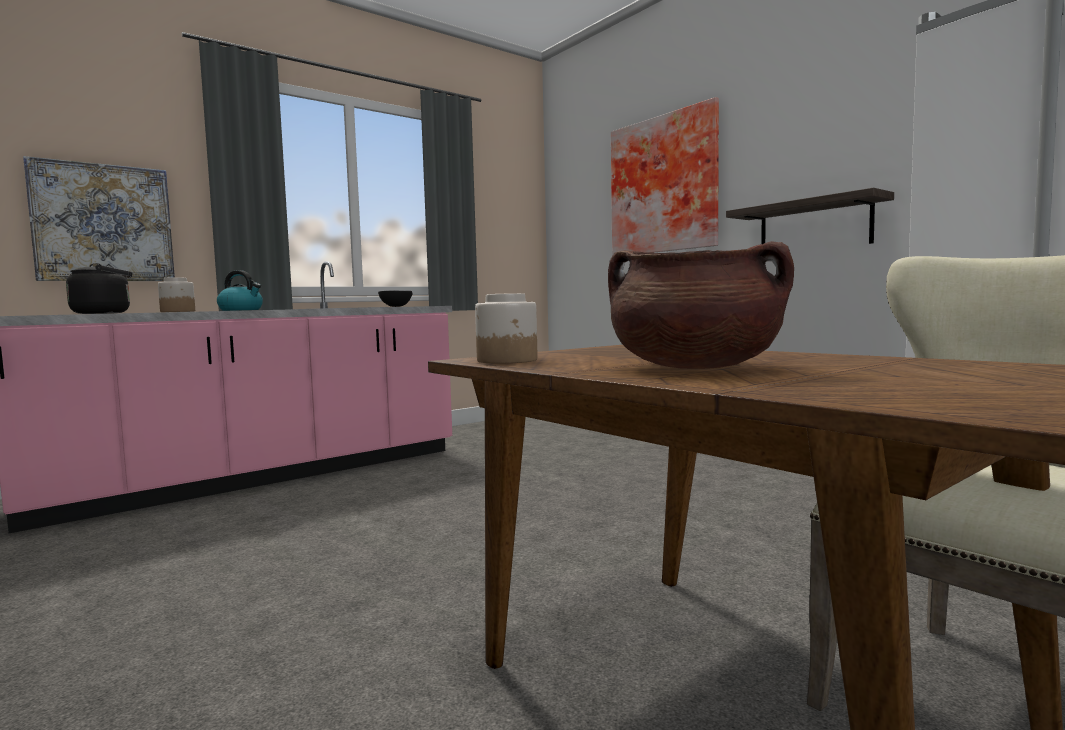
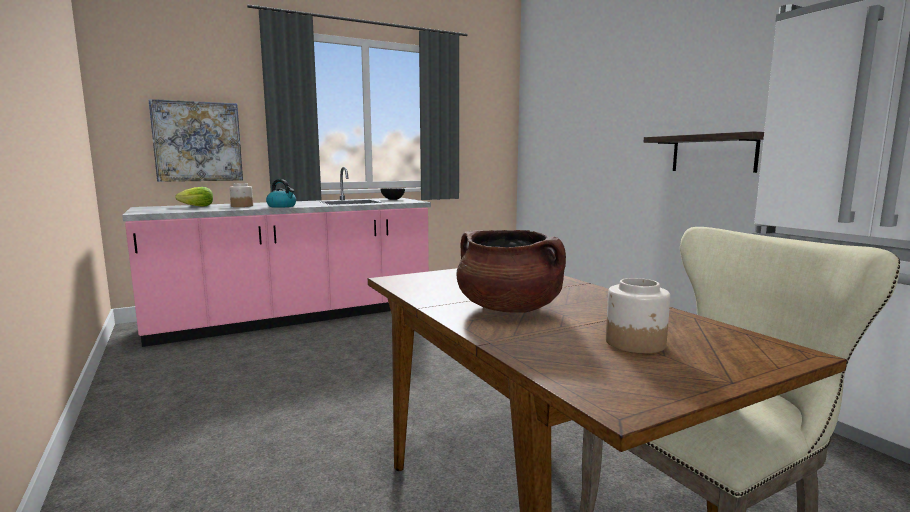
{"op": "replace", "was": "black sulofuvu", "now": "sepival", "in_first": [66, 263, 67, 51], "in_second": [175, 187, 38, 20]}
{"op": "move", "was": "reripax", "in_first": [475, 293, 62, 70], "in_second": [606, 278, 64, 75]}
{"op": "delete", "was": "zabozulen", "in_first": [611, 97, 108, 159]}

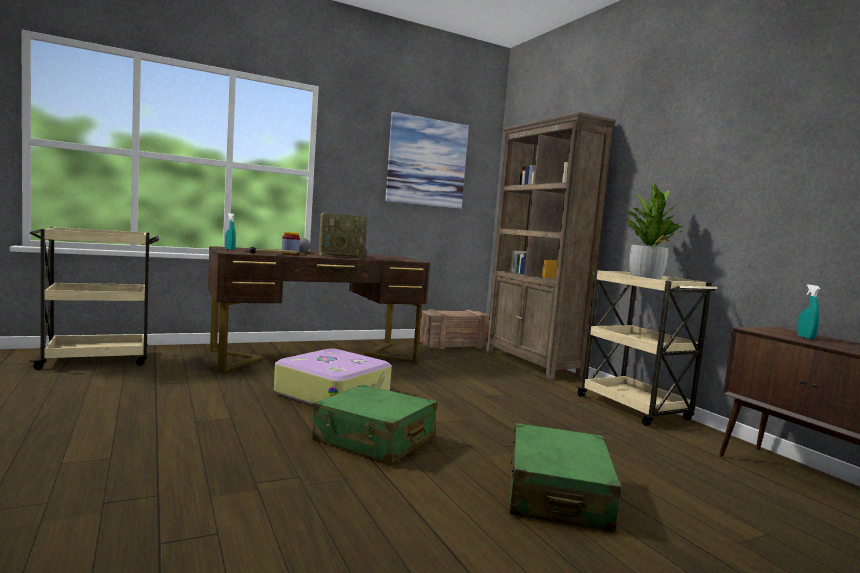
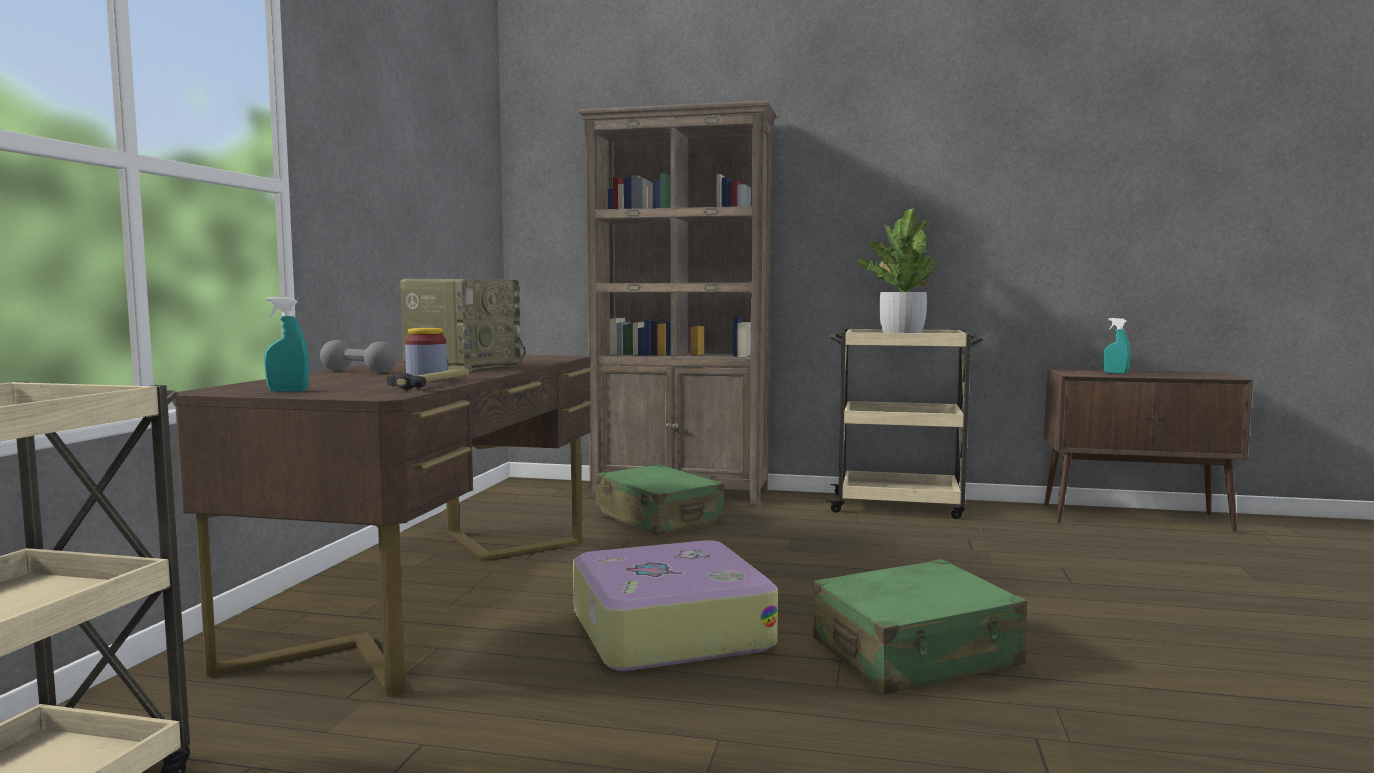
{"op": "delete", "was": "zabozulen", "in_first": [385, 112, 84, 97]}
{"op": "delete", "was": "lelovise", "in_first": [419, 309, 70, 40]}
{"op": "move", "was": "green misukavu", "in_first": [509, 423, 113, 110], "in_second": [595, 464, 129, 71]}

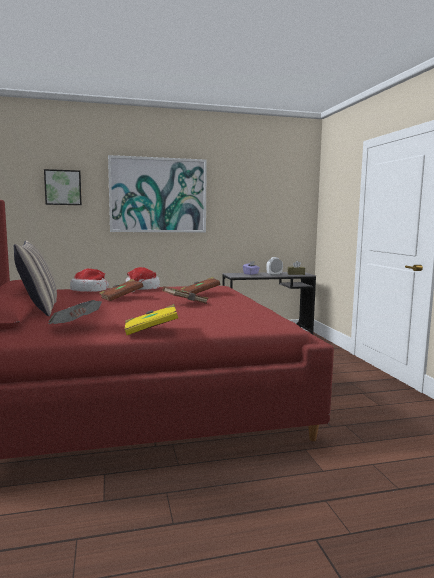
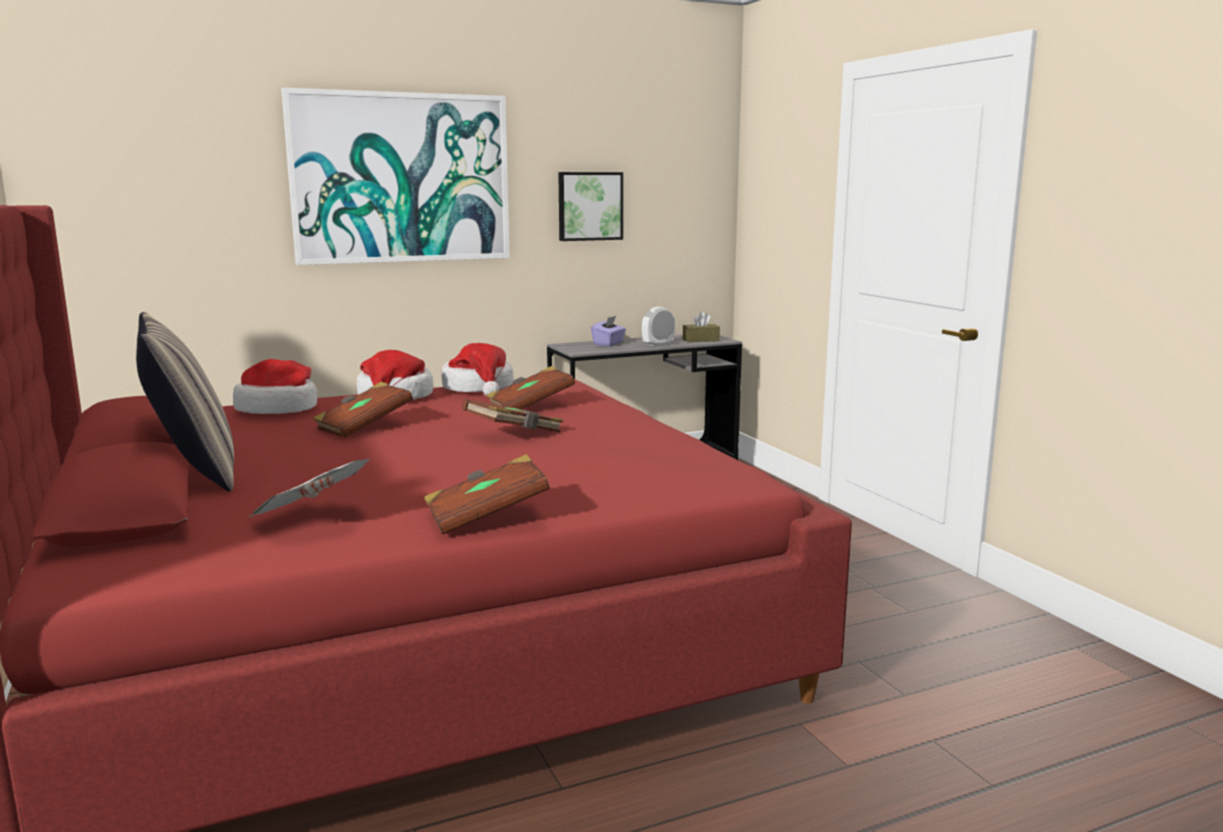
{"op": "move", "was": "zabozulen", "in_first": [44, 169, 38, 36], "in_second": [558, 172, 65, 69]}
{"op": "recolor", "was": "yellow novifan", "now": "brown novifan", "in_first": [125, 304, 53, 31], "in_second": [424, 454, 126, 80]}
{"op": "insert", "now": "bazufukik", "in_second": [441, 343, 73, 54]}

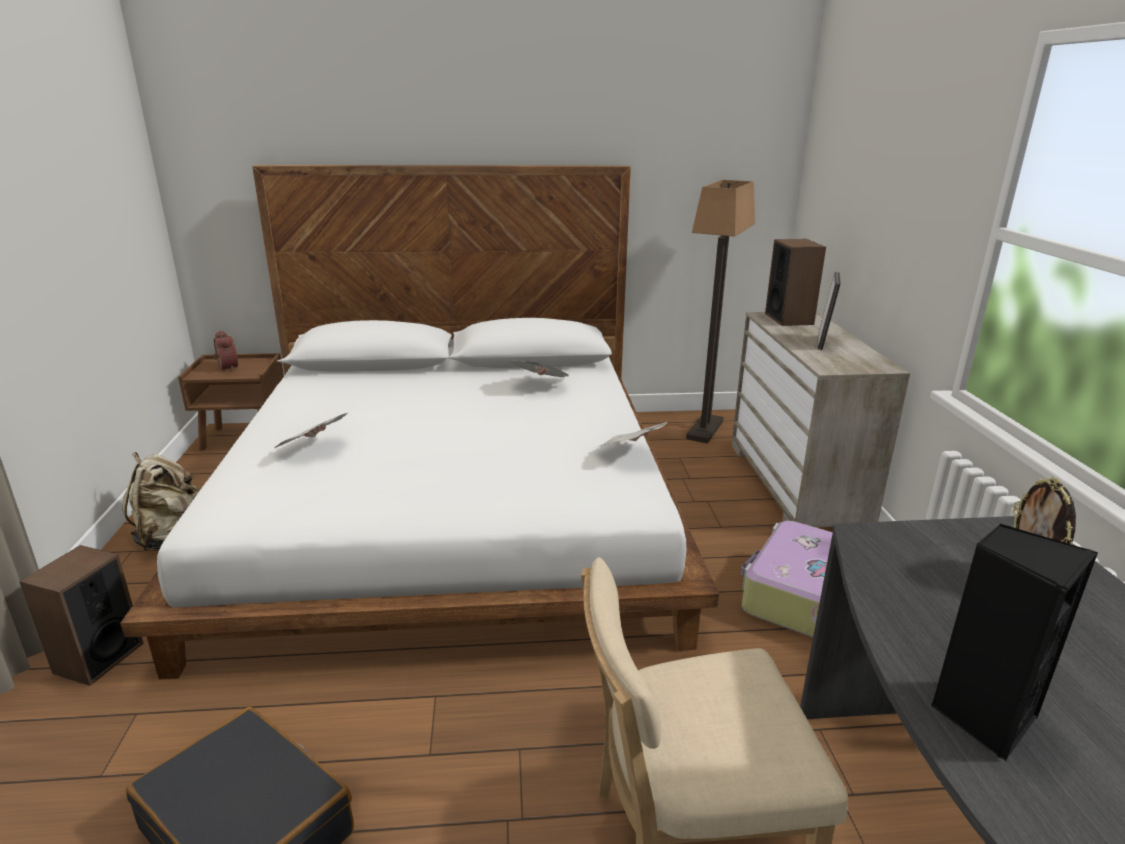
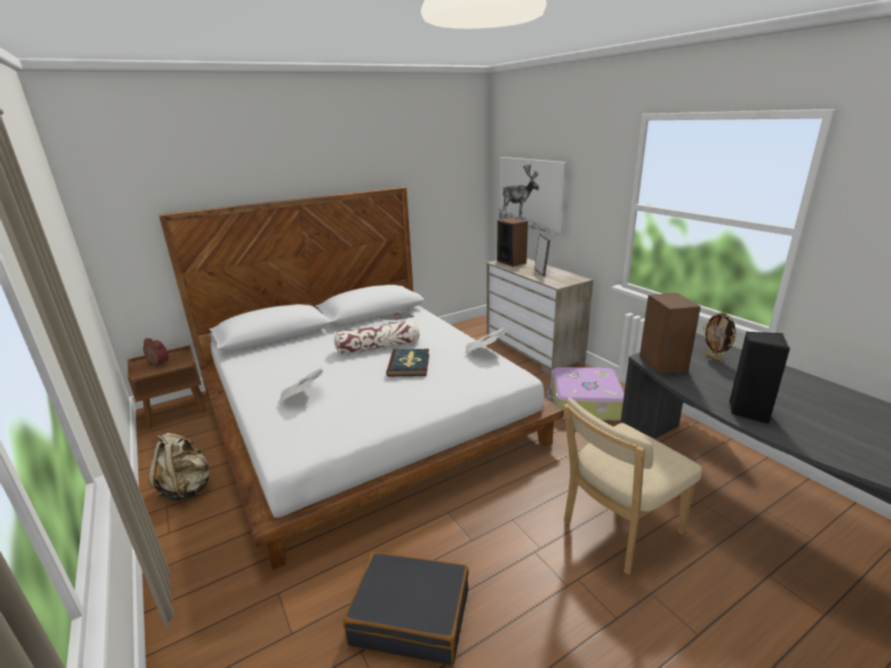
{"op": "move", "was": "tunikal", "in_first": [19, 545, 125, 141], "in_second": [639, 293, 62, 82]}
{"op": "delete", "was": "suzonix", "in_first": [686, 180, 69, 264]}
{"op": "insert", "now": "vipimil", "in_second": [334, 321, 86, 33]}
{"op": "insert", "now": "novifan", "in_second": [386, 349, 43, 27]}
{"op": "insert", "now": "zabozulen", "in_second": [499, 157, 69, 79]}

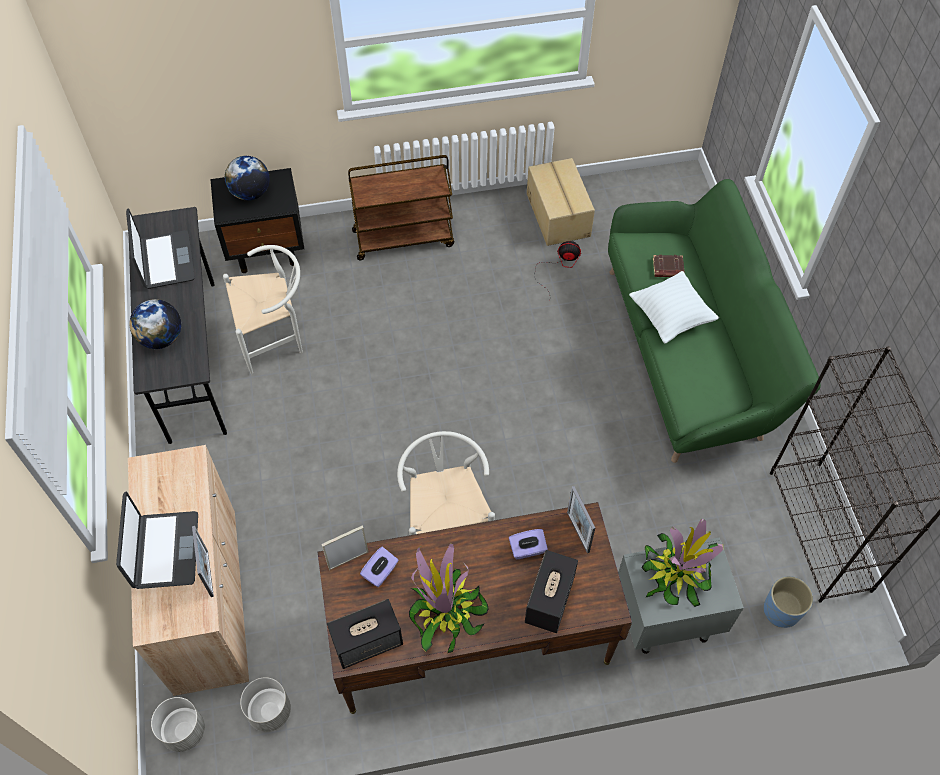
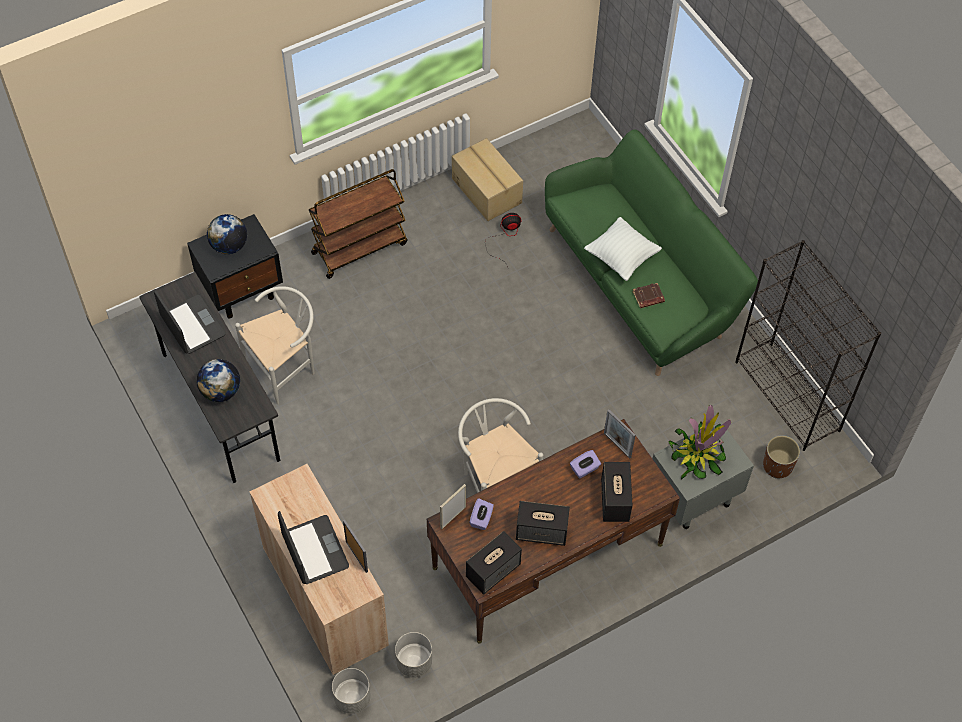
{"op": "replace", "was": "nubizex", "now": "tunikal", "in_first": [409, 543, 80, 110], "in_second": [516, 501, 54, 45]}
{"op": "move", "was": "brown novifan", "in_first": [653, 255, 32, 22], "in_second": [632, 283, 33, 25]}
{"op": "recolor", "was": "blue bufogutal", "now": "brown bufogutal", "in_first": [764, 576, 49, 52], "in_second": [763, 435, 37, 44]}

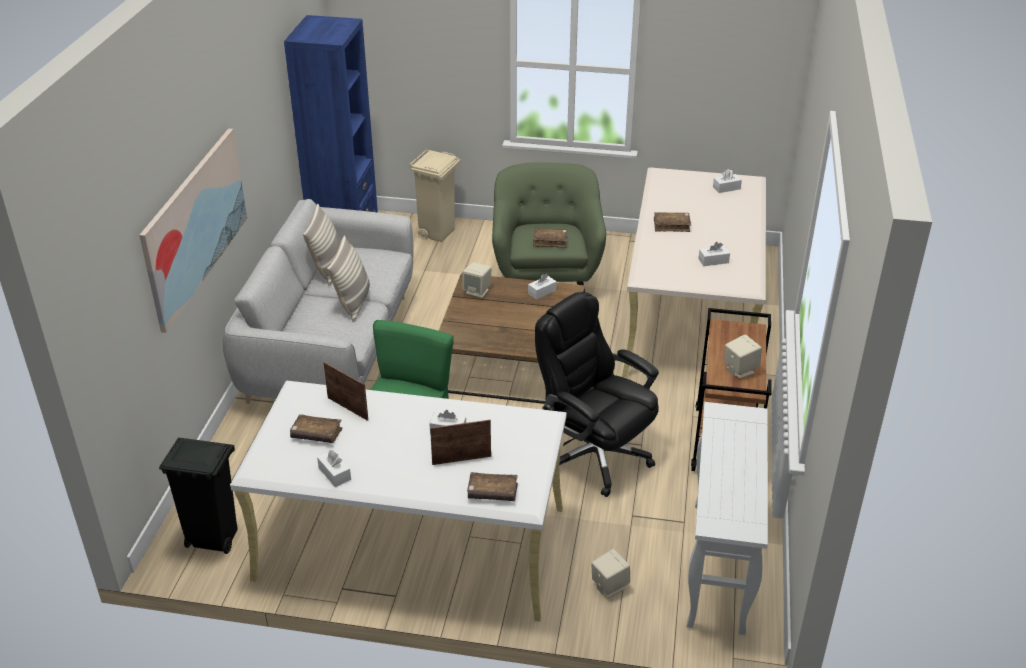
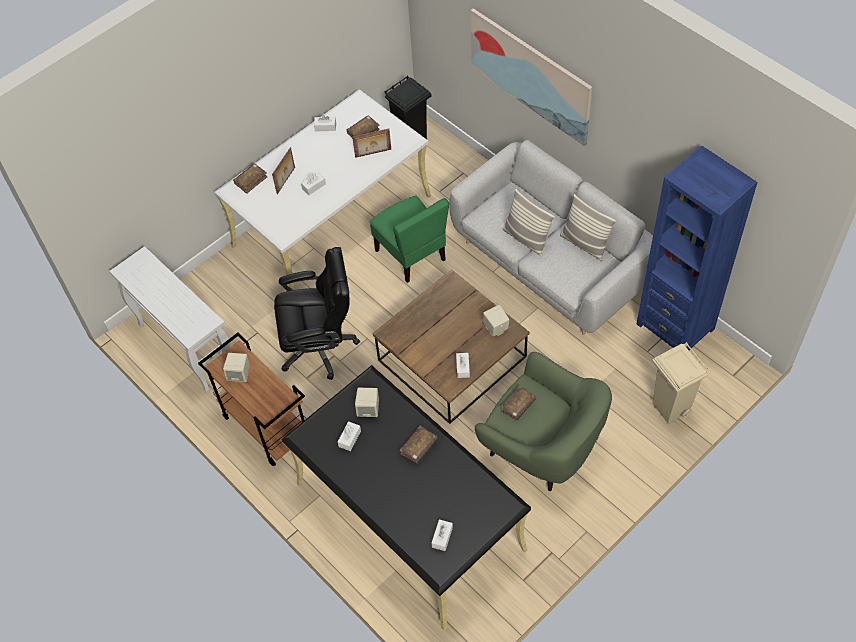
{"op": "move", "was": "beige tunikal", "in_first": [591, 549, 39, 48], "in_second": [355, 388, 24, 29]}
{"op": "recolor", "was": "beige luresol", "now": "black luresol", "in_first": [622, 167, 144, 210], "in_second": [282, 365, 249, 265]}

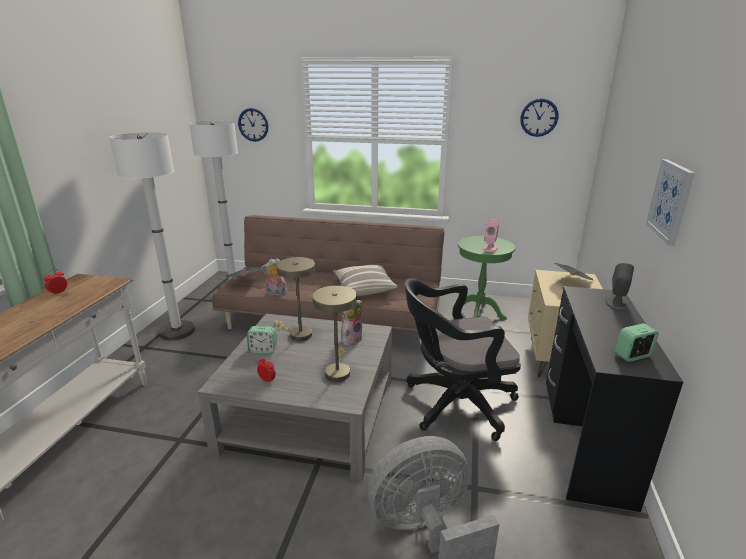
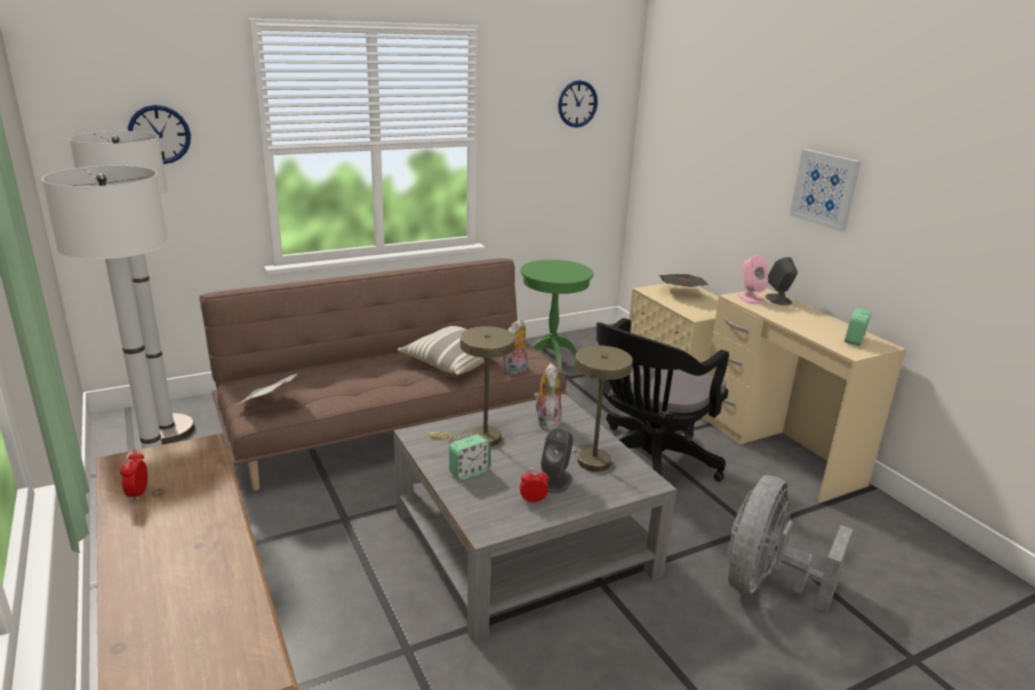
{"op": "move", "was": "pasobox", "in_first": [261, 258, 26, 37], "in_second": [503, 319, 25, 56]}
{"op": "move", "was": "pink tunikal", "in_first": [483, 219, 16, 33], "in_second": [737, 255, 31, 49]}
{"op": "recolor", "was": "black luresol", "now": "beige luresol", "in_first": [546, 286, 137, 226], "in_second": [702, 288, 204, 215]}
{"op": "insert", "now": "grey tunikal", "in_second": [541, 428, 32, 66]}

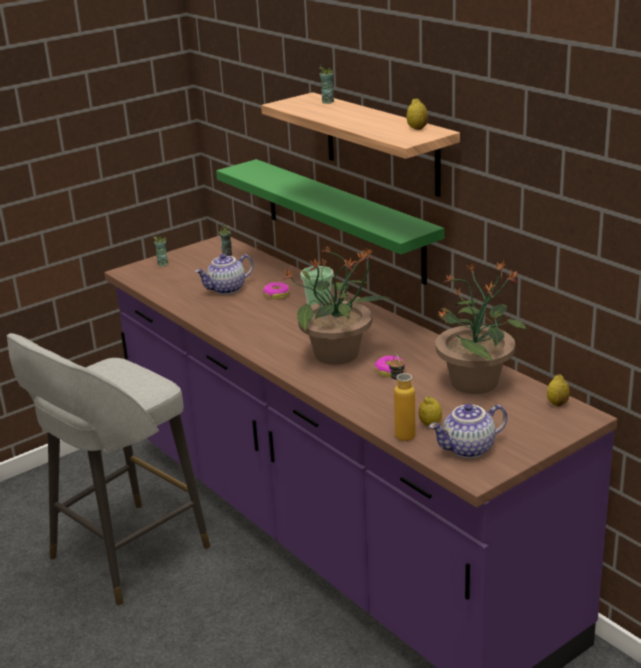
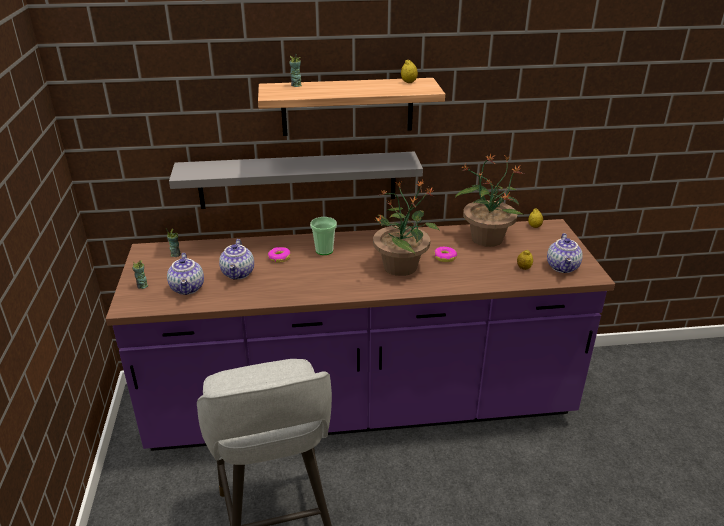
{"op": "recolor", "was": "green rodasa", "now": "grey rodasa", "in_first": [216, 159, 228, 126], "in_second": [169, 152, 254, 57]}
{"op": "delete", "was": "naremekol", "in_first": [389, 354, 27, 87]}
{"op": "insert", "now": "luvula", "in_second": [167, 253, 37, 42]}

